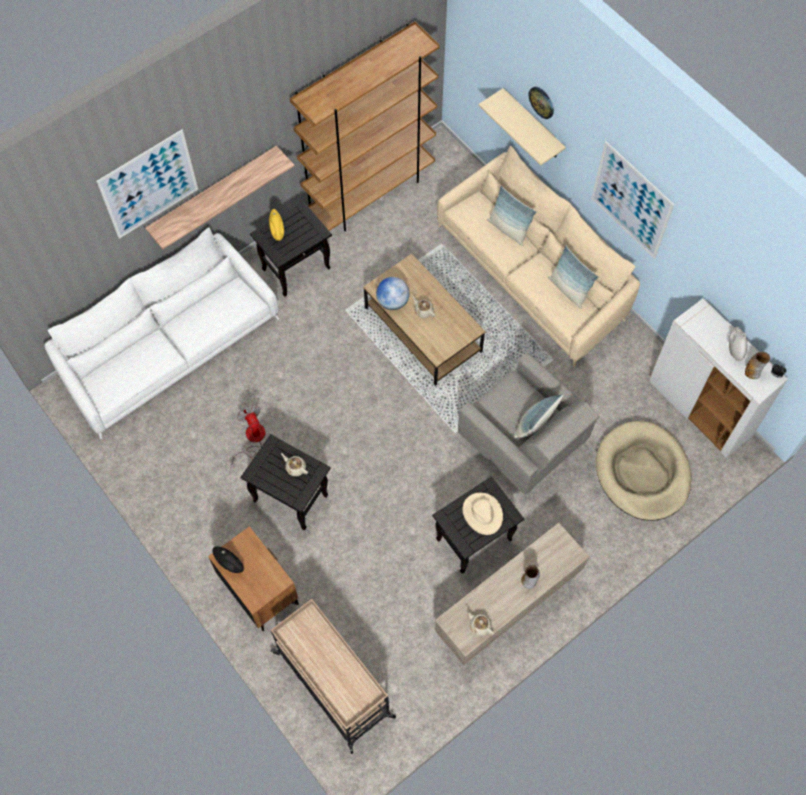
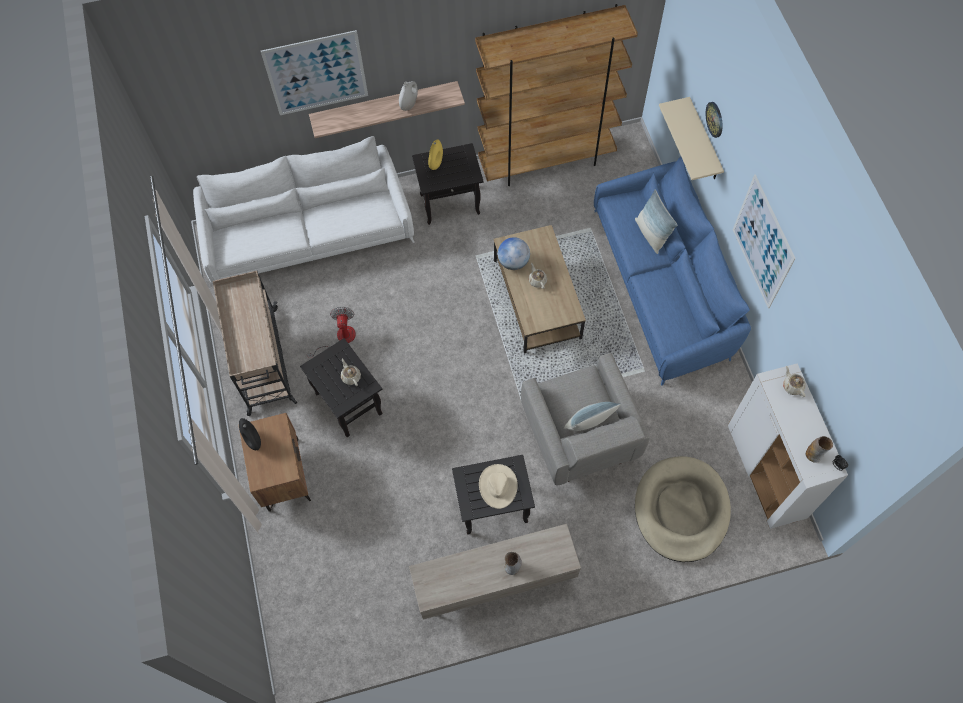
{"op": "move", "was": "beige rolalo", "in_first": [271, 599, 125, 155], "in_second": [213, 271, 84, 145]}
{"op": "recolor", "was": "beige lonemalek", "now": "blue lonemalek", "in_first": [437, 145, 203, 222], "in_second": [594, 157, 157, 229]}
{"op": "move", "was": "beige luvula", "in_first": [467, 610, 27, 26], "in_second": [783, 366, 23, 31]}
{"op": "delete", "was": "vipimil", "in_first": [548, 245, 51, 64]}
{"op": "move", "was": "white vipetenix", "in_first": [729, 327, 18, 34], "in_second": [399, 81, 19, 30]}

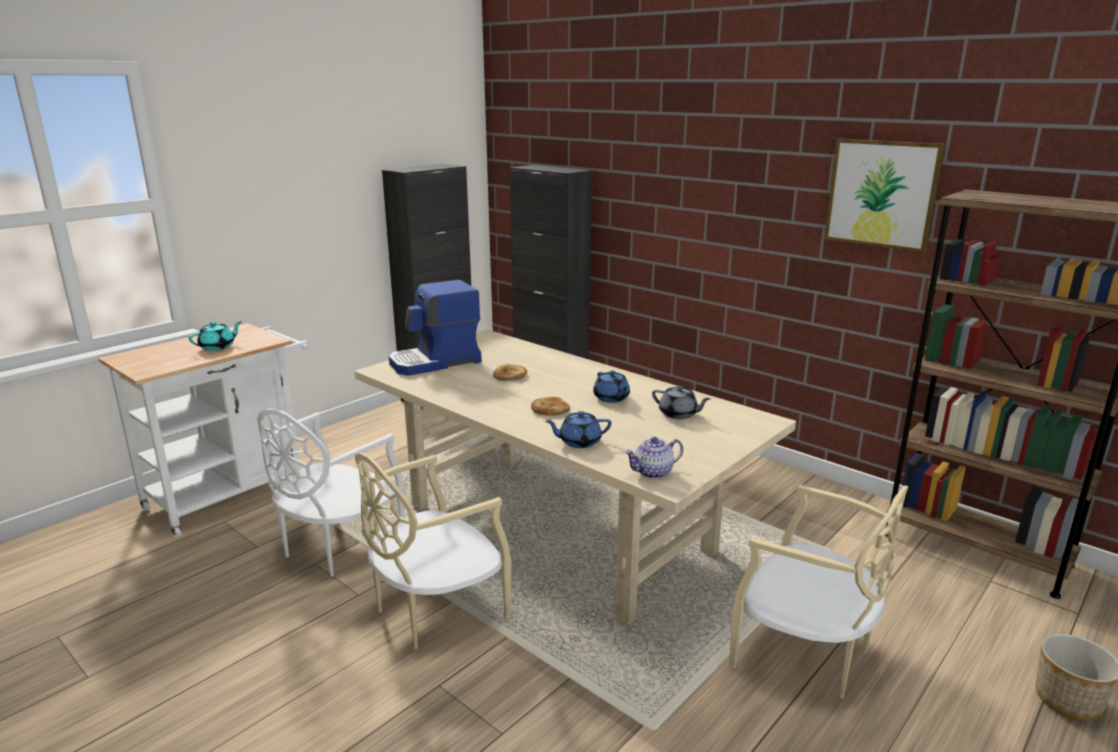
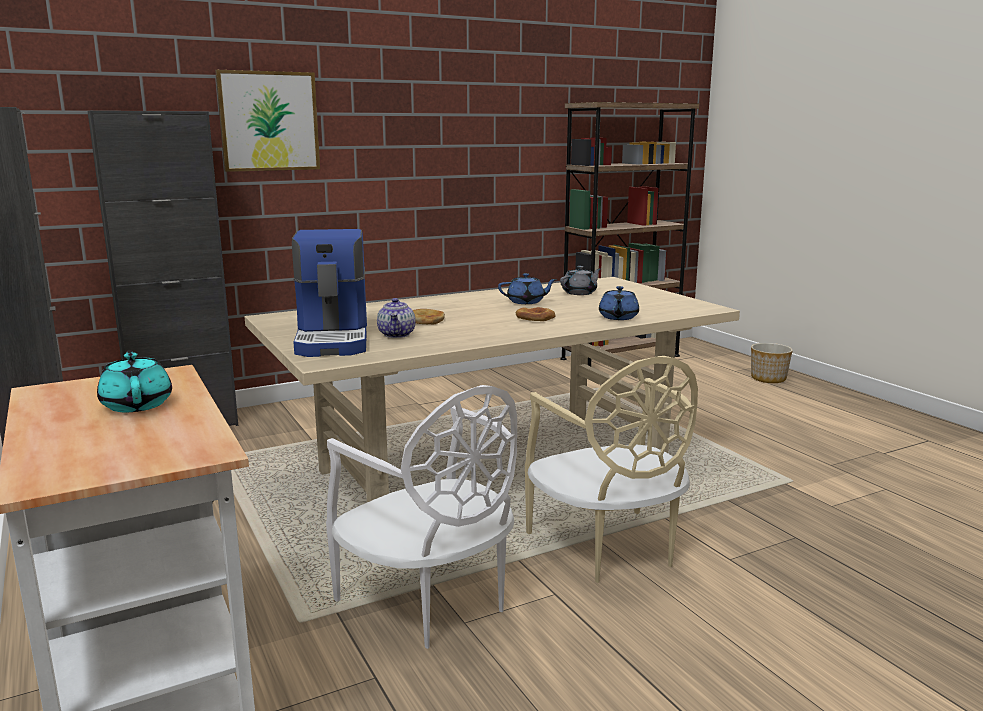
{"op": "move", "was": "luvula", "in_first": [625, 437, 58, 42], "in_second": [377, 298, 38, 40]}
{"op": "delete", "was": "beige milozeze", "in_first": [729, 484, 180, 215]}
{"op": "move", "was": "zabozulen", "in_first": [824, 139, 121, 113], "in_second": [215, 70, 105, 102]}

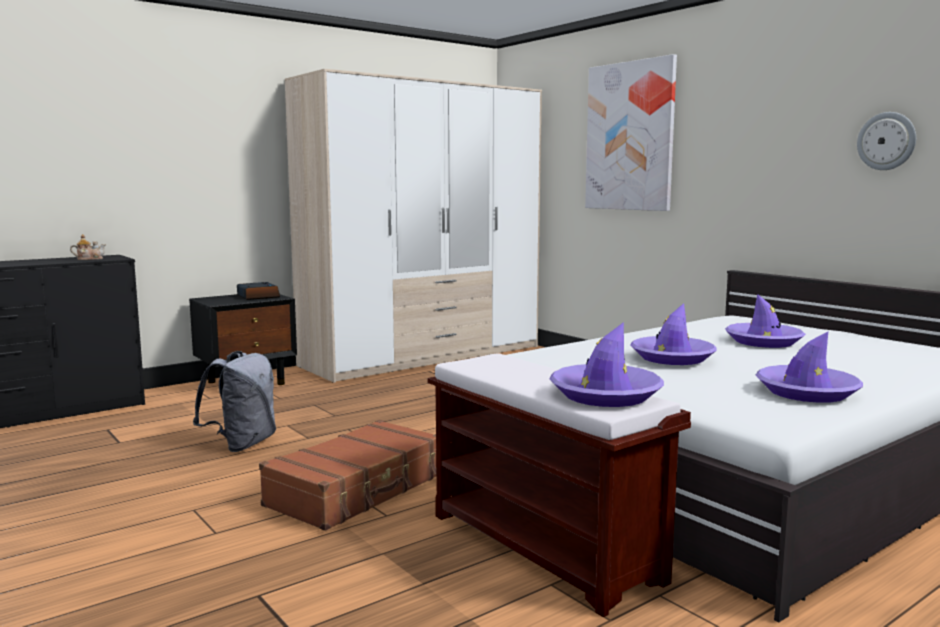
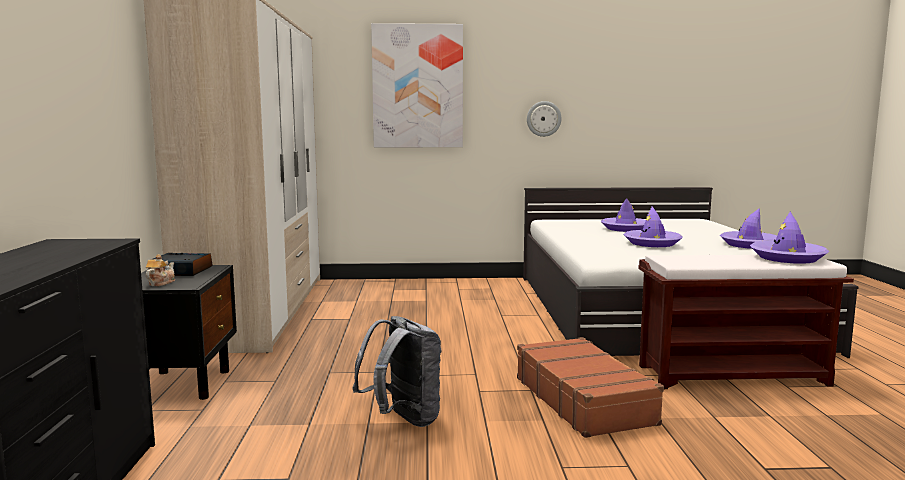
{"op": "move", "was": "luvula", "in_first": [70, 234, 36, 26], "in_second": [146, 254, 29, 32]}
{"op": "move", "was": "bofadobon", "in_first": [857, 112, 59, 58], "in_second": [527, 101, 35, 36]}

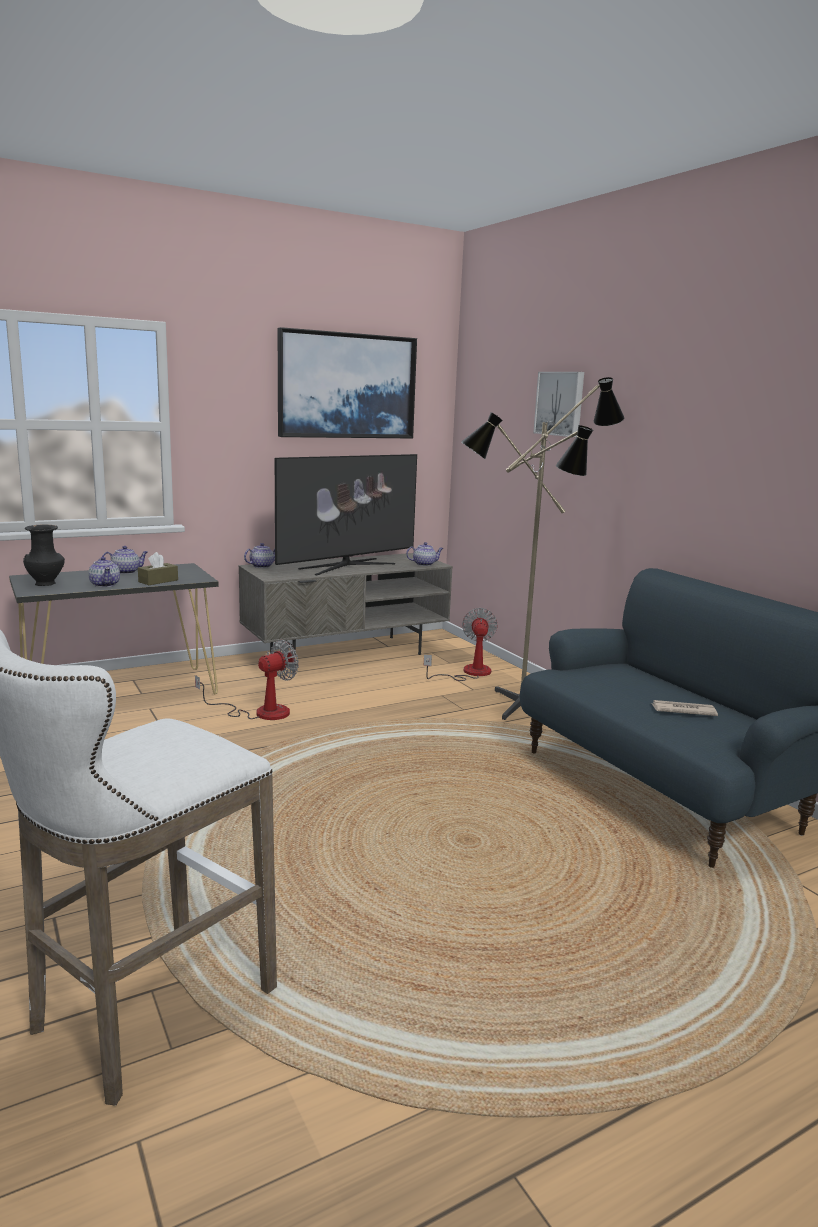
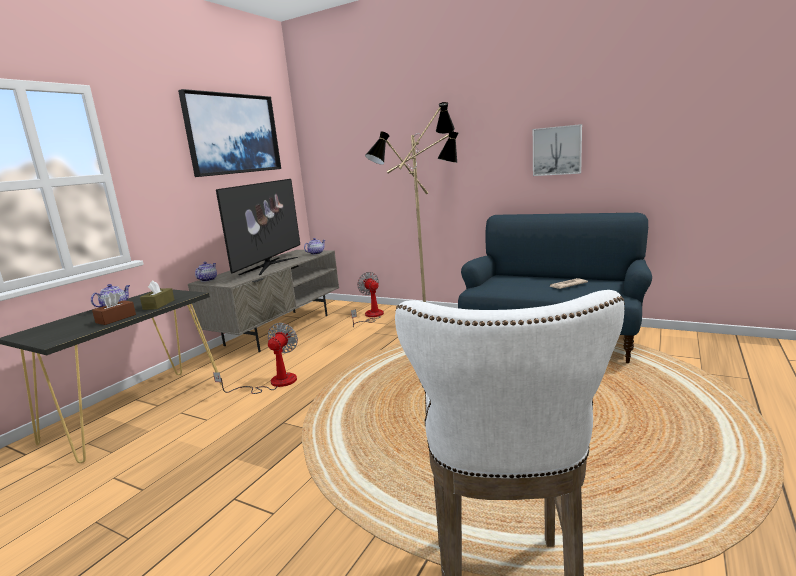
{"op": "delete", "was": "black vipetenix", "in_first": [23, 524, 42, 62]}
{"op": "replace", "was": "luvula", "now": "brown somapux", "in_first": [88, 557, 32, 30], "in_second": [92, 293, 44, 32]}
{"op": "move", "was": "zabozulen", "in_first": [533, 372, 51, 65], "in_second": [533, 124, 49, 52]}

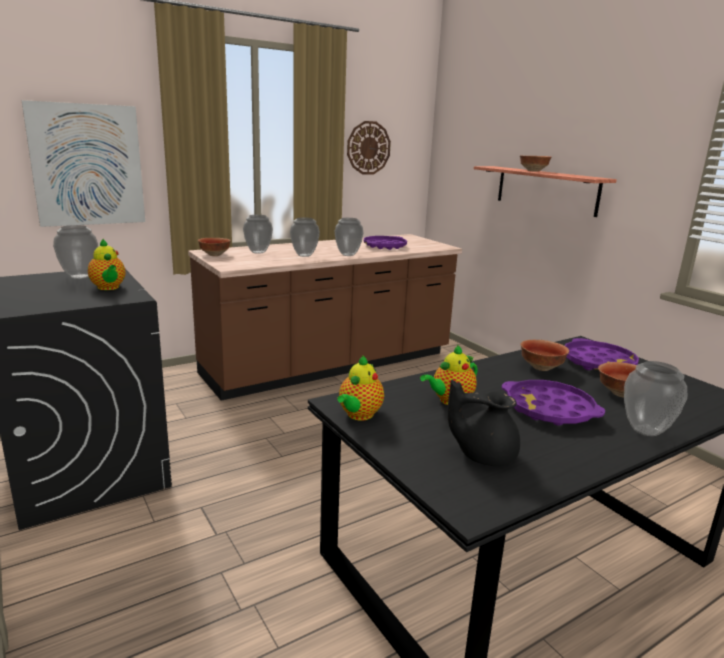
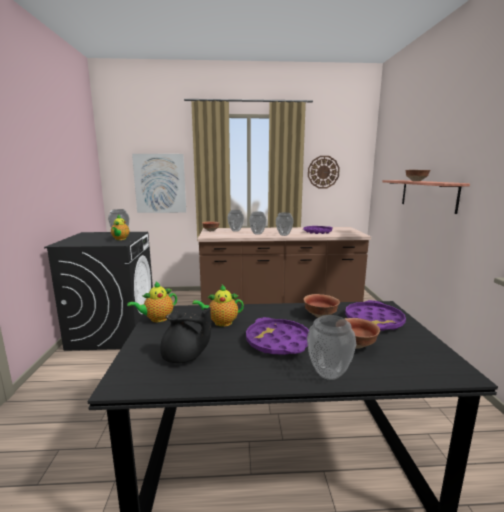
{"op": "rotate", "was": "black luvula", "in_first": [447, 380, 73, 86], "in_second": [160, 307, 51, 56], "clockwise": 150}

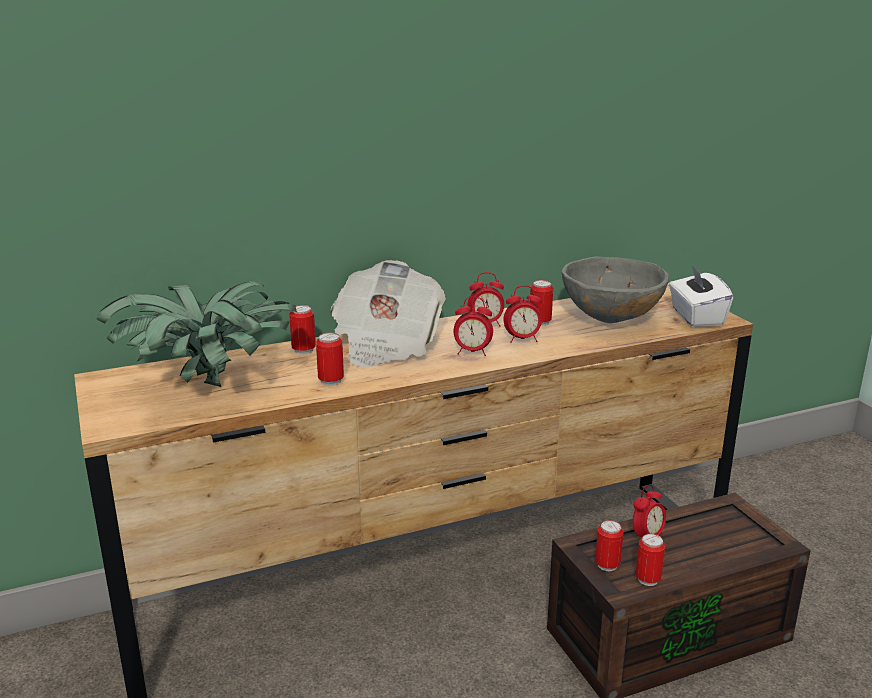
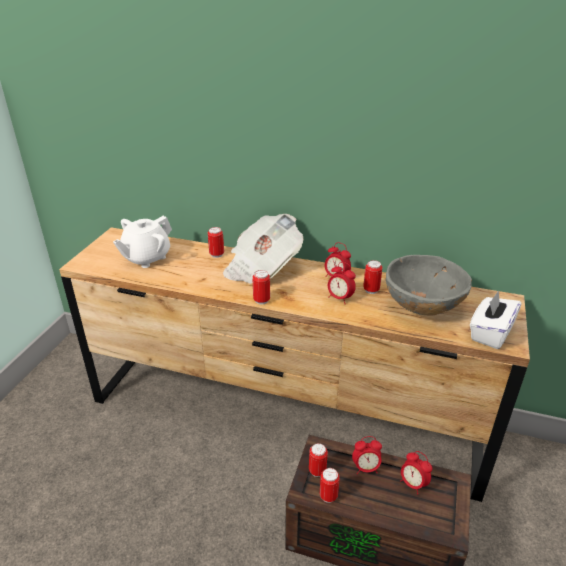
{"op": "replace", "was": "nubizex", "now": "white luvula", "in_first": [96, 281, 200, 106], "in_second": [113, 216, 59, 52]}
{"op": "move", "was": "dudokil", "in_first": [316, 333, 28, 53], "in_second": [253, 270, 17, 35]}
{"op": "move", "was": "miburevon", "in_first": [454, 297, 39, 59], "in_second": [400, 451, 32, 44]}

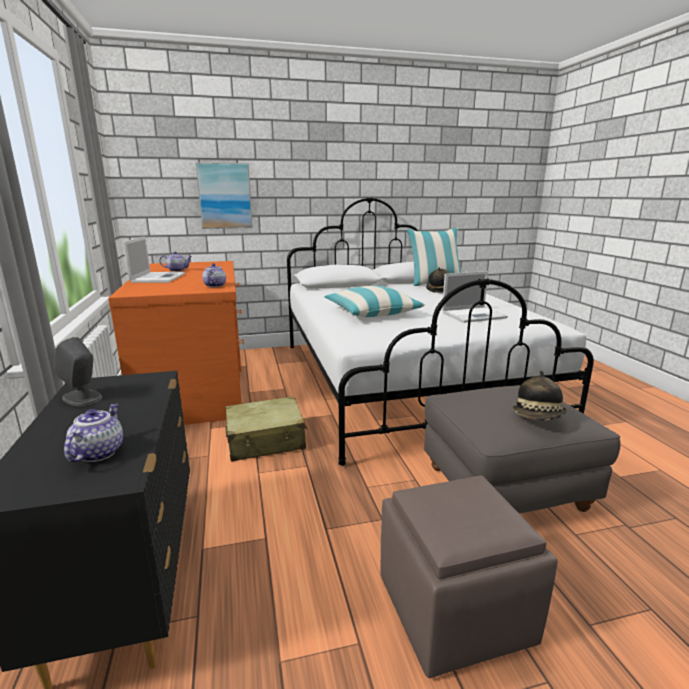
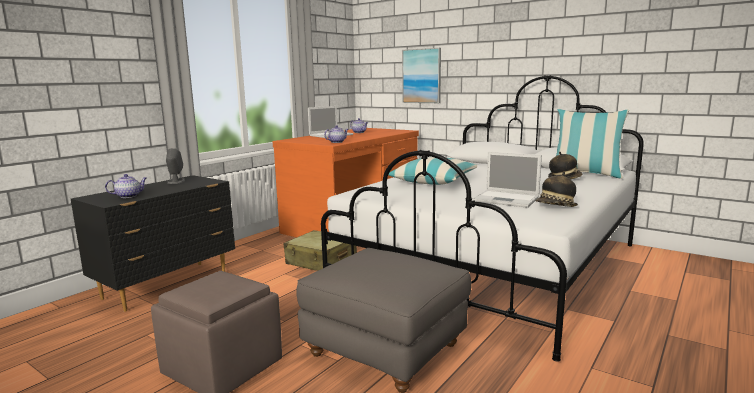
{"op": "move", "was": "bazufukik", "in_first": [513, 371, 54, 49], "in_second": [535, 172, 43, 35]}

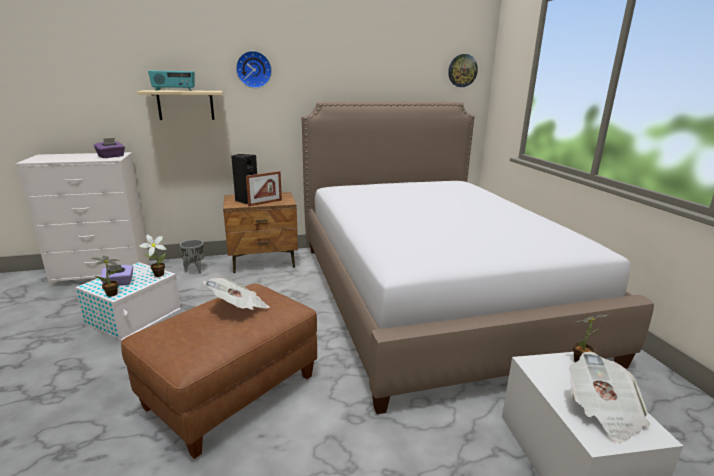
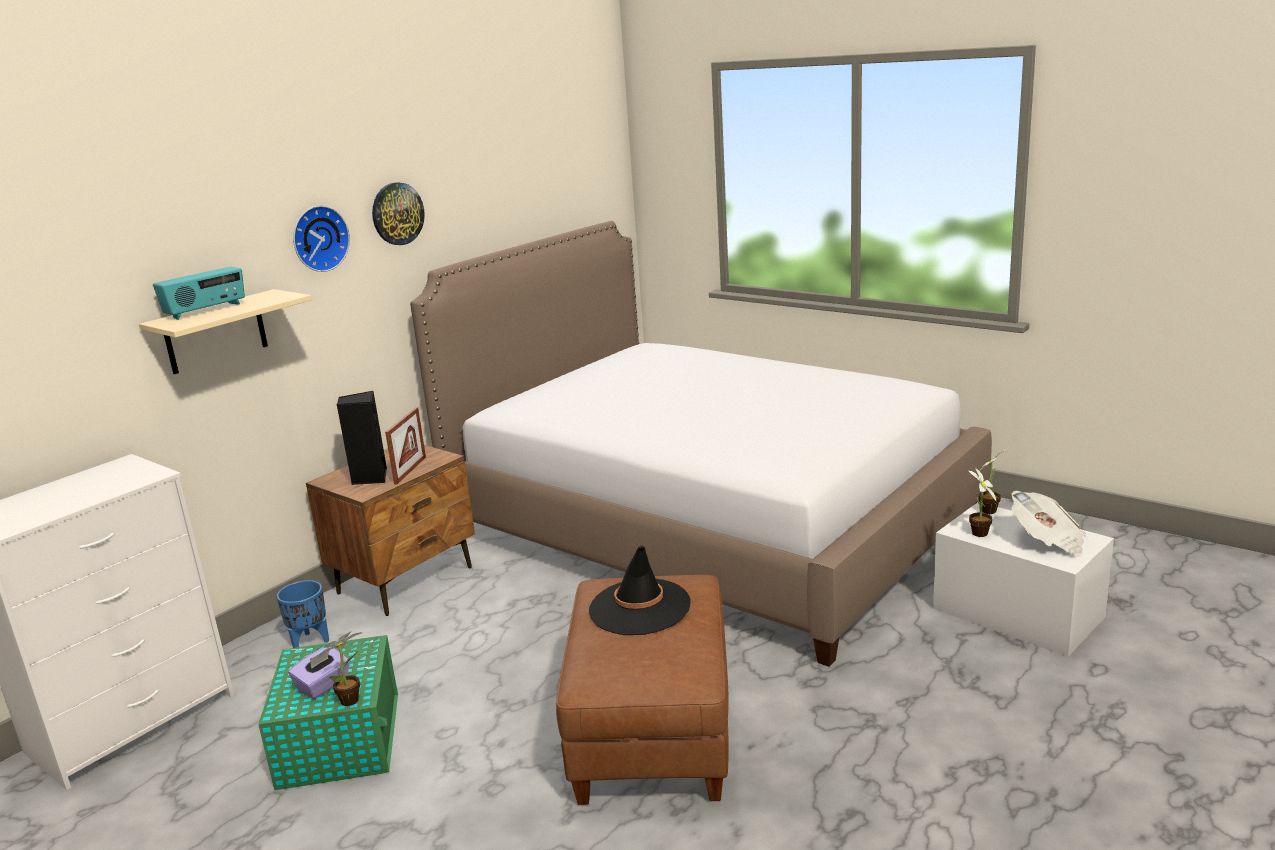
{"op": "recolor", "was": "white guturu", "now": "green guturu", "in_first": [75, 262, 106, 79], "in_second": [258, 635, 140, 155]}
{"op": "delete", "was": "purple somapux", "in_first": [94, 138, 31, 20]}
{"op": "move", "was": "nubizex", "in_first": [139, 235, 27, 42], "in_second": [969, 467, 27, 70]}
{"op": "recolor", "was": "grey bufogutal", "now": "blue bufogutal", "in_first": [180, 240, 24, 34], "in_second": [277, 580, 52, 68]}
{"op": "replace", "was": "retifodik", "now": "black bazufukik", "in_first": [203, 278, 67, 32], "in_second": [589, 545, 102, 90]}
{"op": "move", "was": "bofadobon", "in_first": [448, 54, 30, 33], "in_second": [372, 182, 53, 63]}

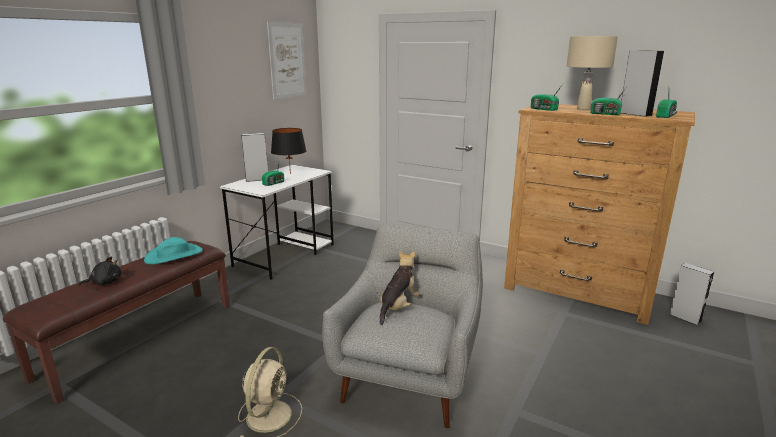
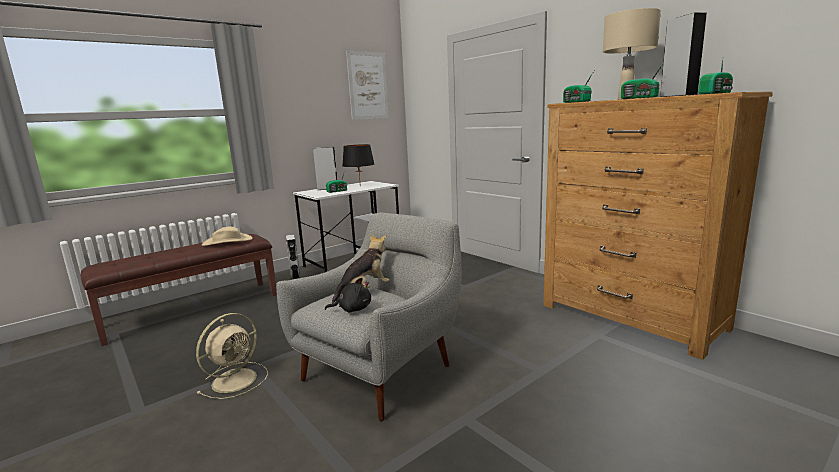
{"op": "move", "was": "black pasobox", "in_first": [79, 256, 42, 30], "in_second": [325, 278, 46, 34]}
{"op": "recolor", "was": "turquoise bazufukik", "now": "beige bazufukik", "in_first": [144, 237, 59, 27], "in_second": [202, 226, 51, 20]}
{"op": "move", "was": "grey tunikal", "in_first": [669, 263, 45, 63], "in_second": [285, 234, 15, 46]}

